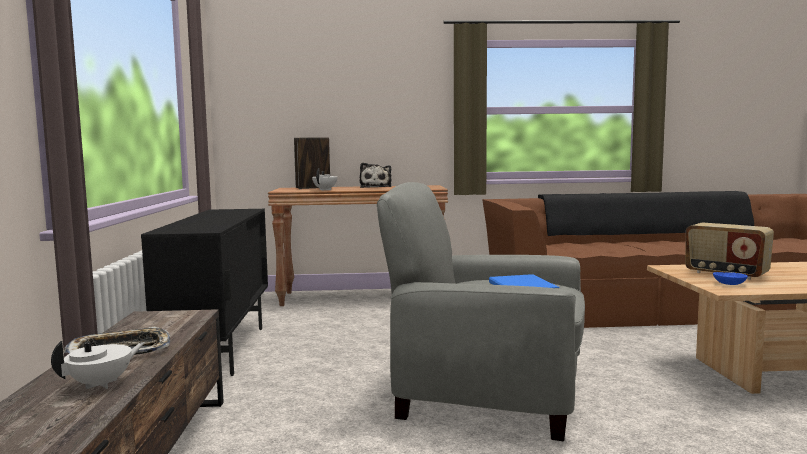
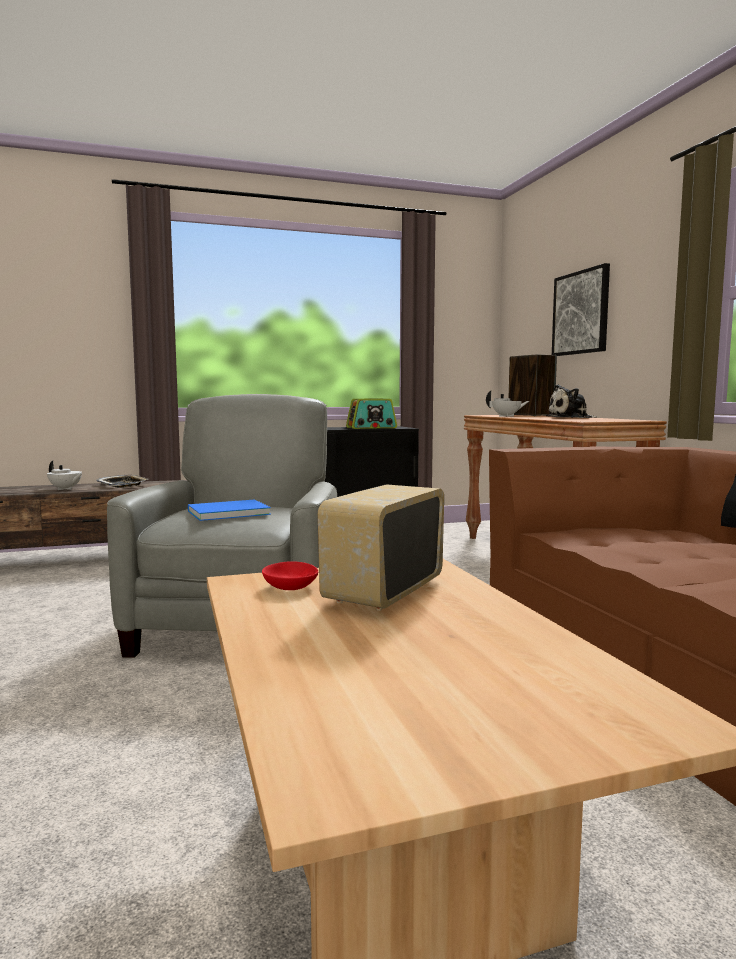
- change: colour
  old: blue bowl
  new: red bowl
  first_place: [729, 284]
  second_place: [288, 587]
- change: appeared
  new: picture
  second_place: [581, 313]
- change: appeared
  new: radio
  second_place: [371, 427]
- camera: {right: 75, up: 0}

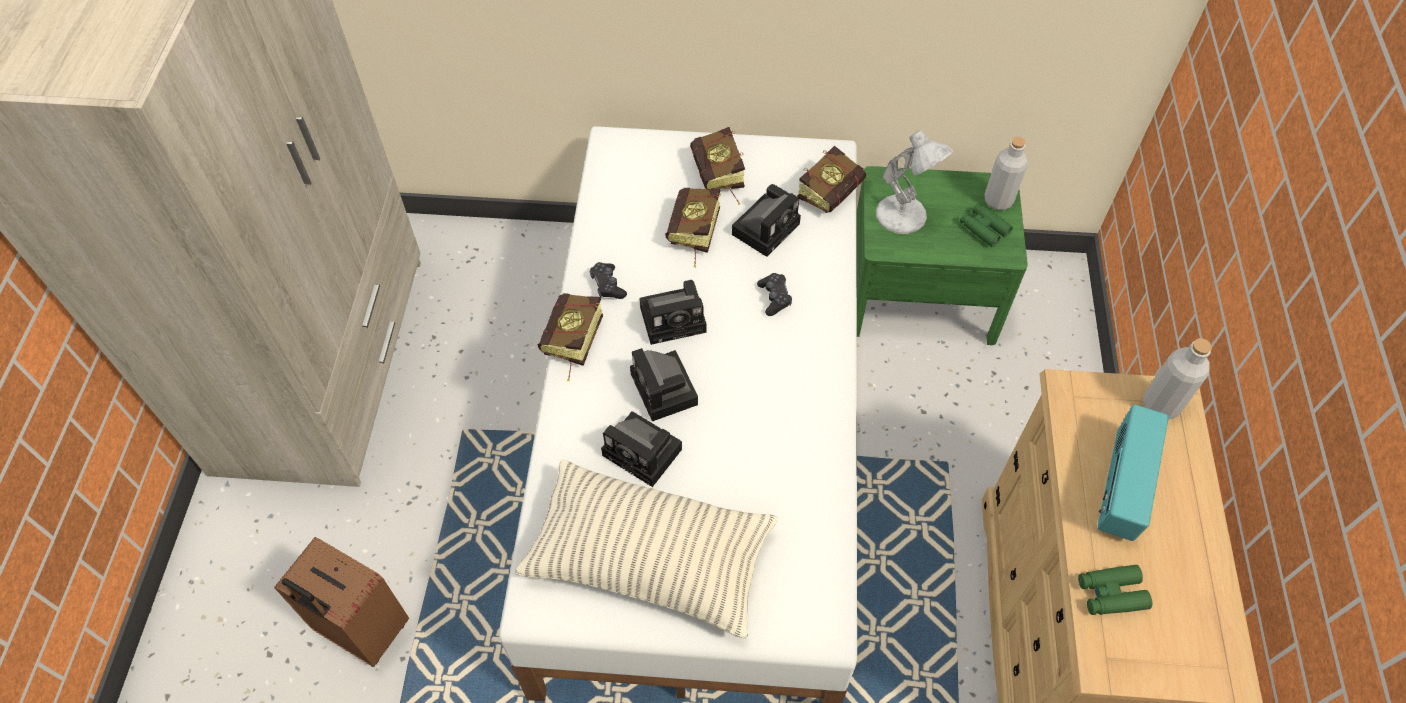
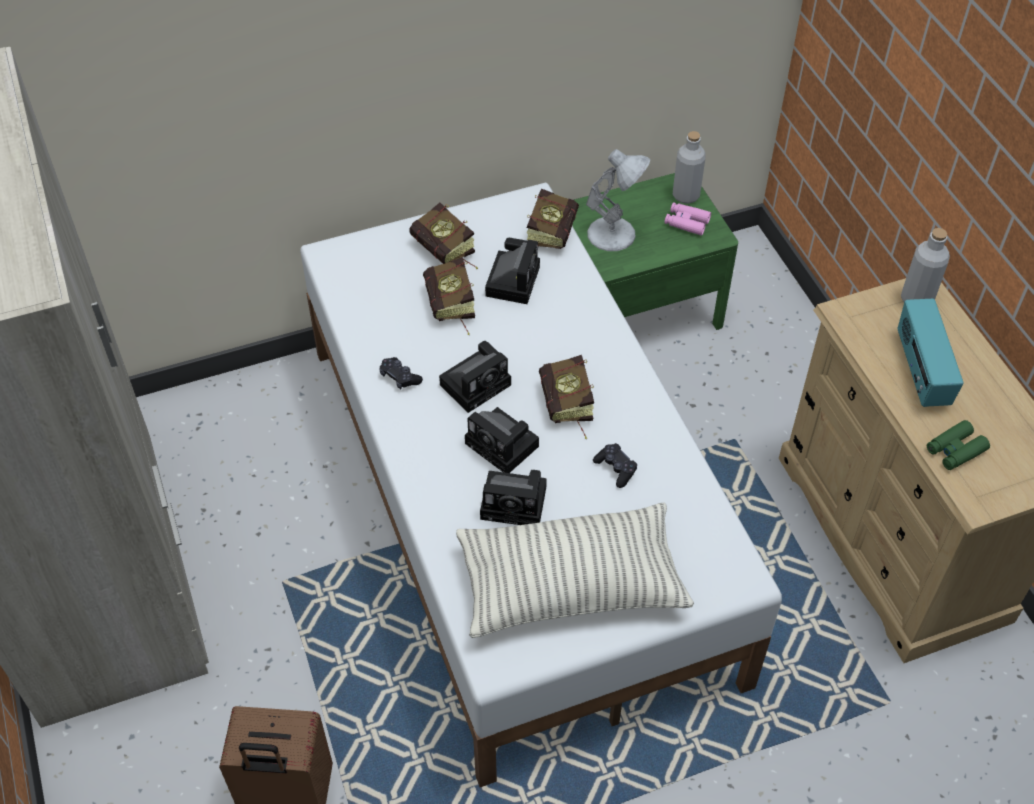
- change: colour
  old: green binoculars
  new: pink binoculars
  first_place: [984, 228]
  second_place: [686, 222]
- change: relocated
  old: black game controller
  first_place: [774, 298]
  second_place: [616, 468]
- change: relocated
  old: book
  first_place: [570, 345]
  second_place: [567, 409]
- camera: {right: -25, up: -5}

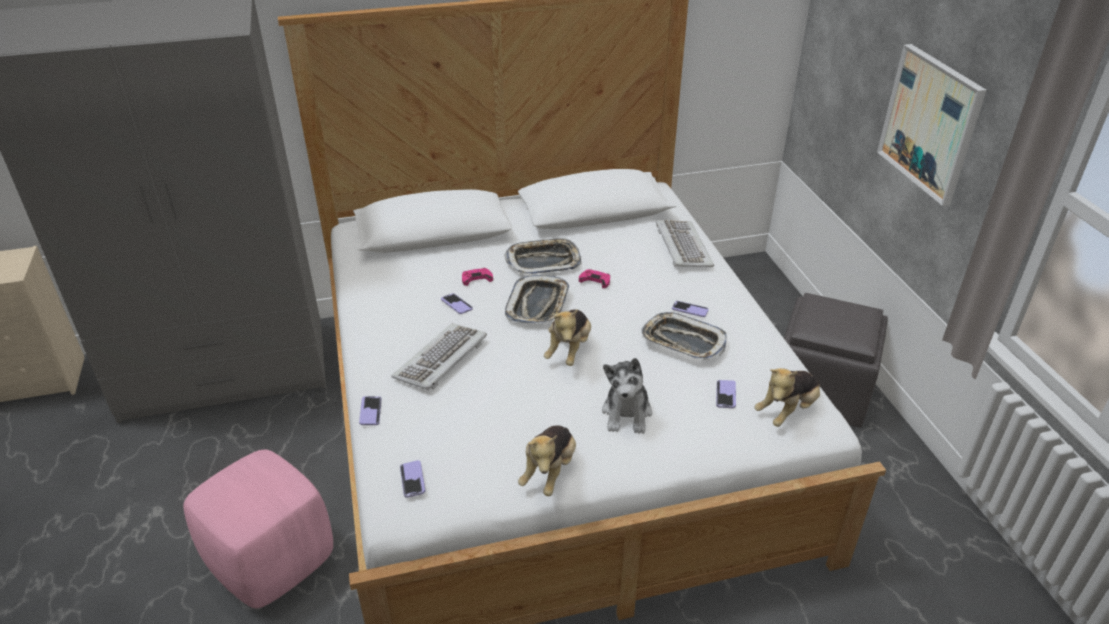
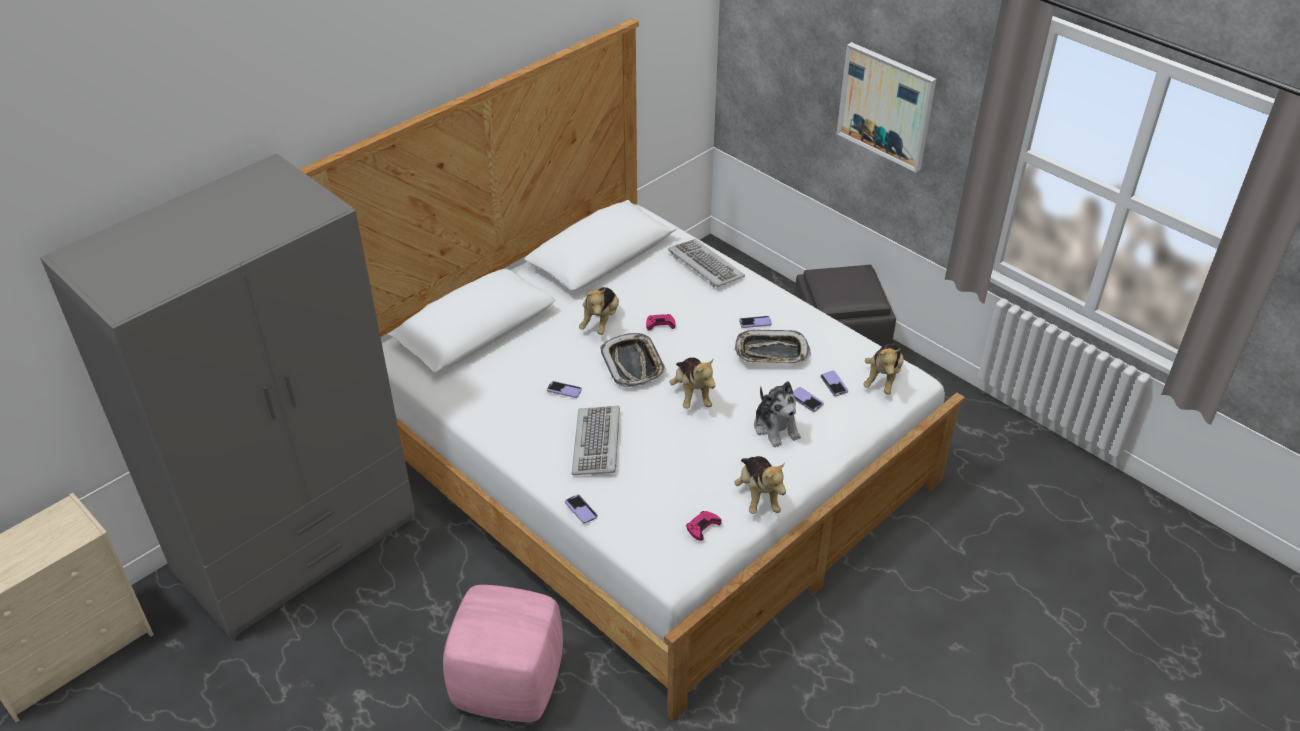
- change: exchanged
  old: tray
  new: plush toy
  first_place: [543, 261]
  second_place: [600, 321]
- change: relocated
  old: pink game controller
  first_place: [476, 278]
  second_place: [702, 527]
- change: relocated
  old: phone
  first_place: [412, 480]
  second_place: [806, 400]
- camera: {right: -30, up: 5}

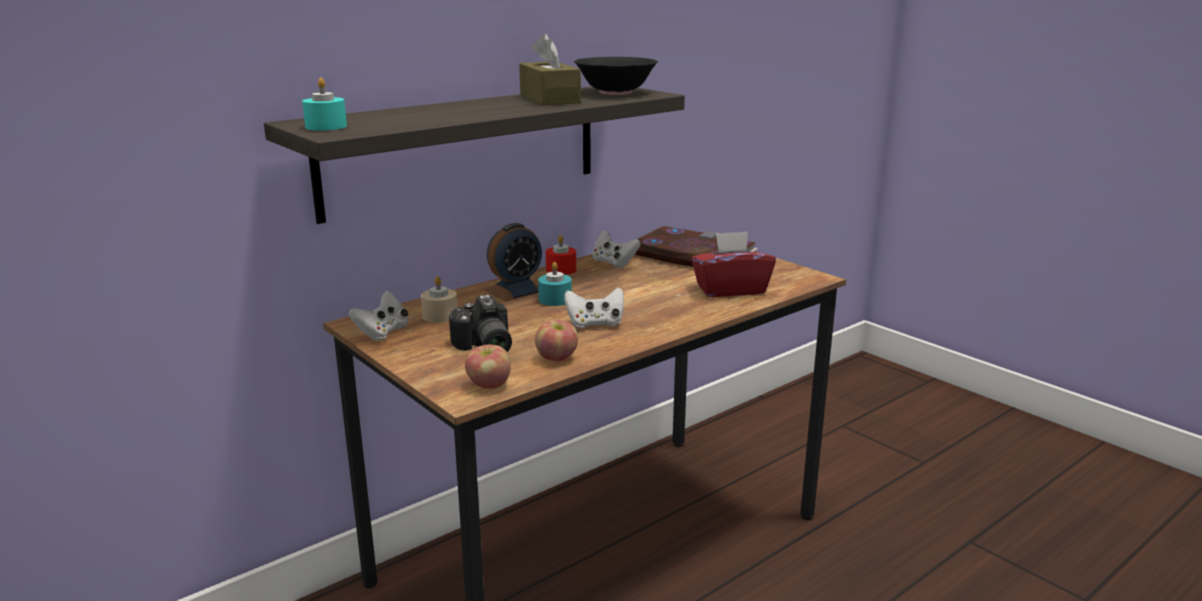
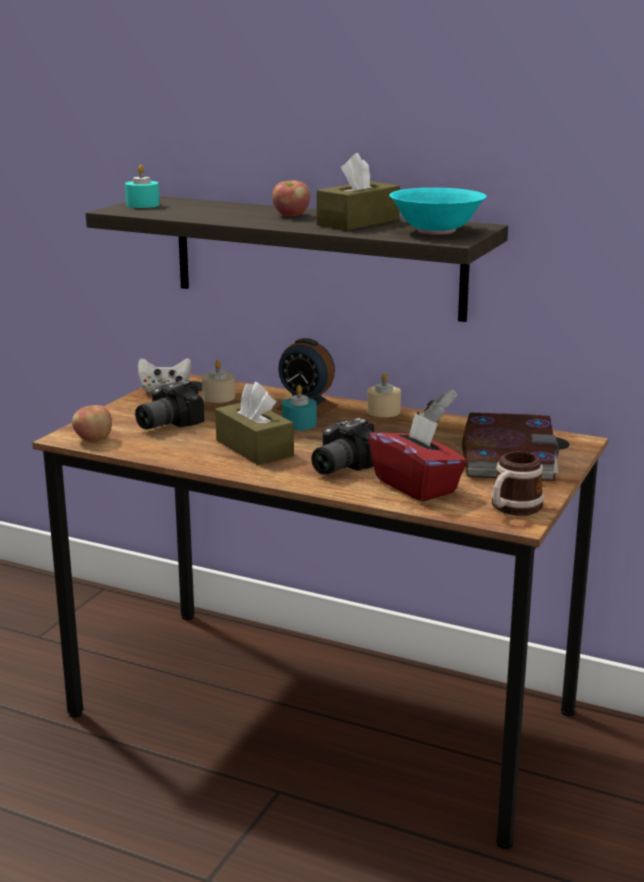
- change: colour
  old: black bowl
  new: turquoise bowl
  first_place: [615, 92]
  second_place: [435, 231]
- change: colour
  old: red candle
  new: beige candle
  first_place: [561, 270]
  second_place: [383, 411]
- change: exchanged
  old: white game controller
  new: brown tissue box
  first_place: [595, 324]
  second_place: [254, 448]
- change: relocated
  old: apple
  first_place: [557, 358]
  second_place: [291, 215]
- change: appeared
  new: photo camera
  second_place: [338, 466]
- change: appeared
  new: mug
  second_place: [512, 508]
- camera: {right: 65, up: 0}

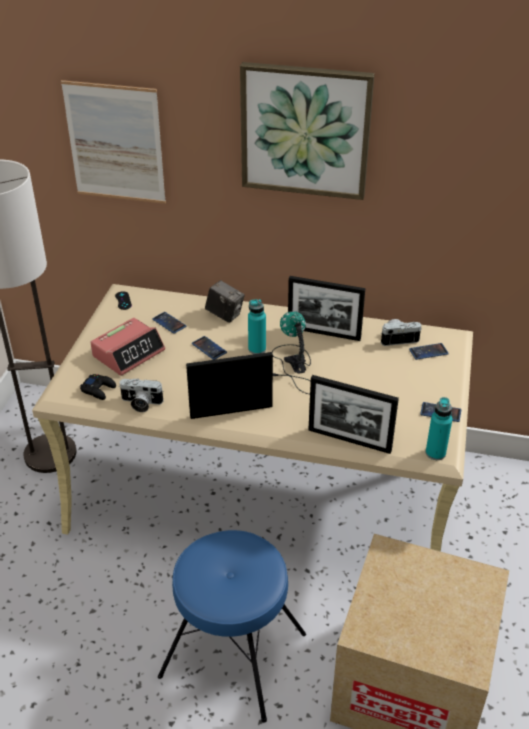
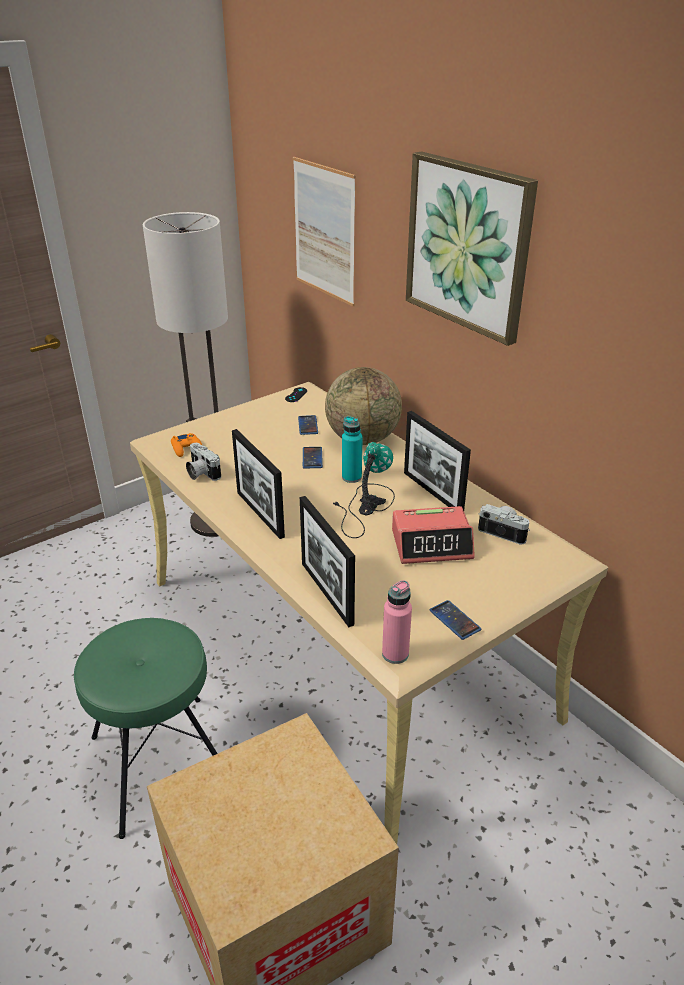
- change: exchanged
  old: photo camera
  new: globe
  first_place: [225, 315]
  second_place: [362, 439]
- change: relocated
  old: alarm clock
  first_place: [129, 353]
  second_place: [432, 544]
- change: missing
  old: phone
  first_place: [428, 352]
- change: spun
  old: picture frame
  first_place: [231, 411]
  second_place: [260, 514]
  degrees: -150
- change: colour
  old: black game controller
  new: orange game controller
  first_place: [98, 389]
  second_place: [187, 448]
- change: colour
  old: turquoise bottle
  new: pink bottle
  first_place: [435, 453]
  second_place: [395, 654]
- change: colour
  old: blue stool
  new: green stool
  first_place: [233, 656]
  second_place: [161, 763]
- camera: {right: 40, up: -5}

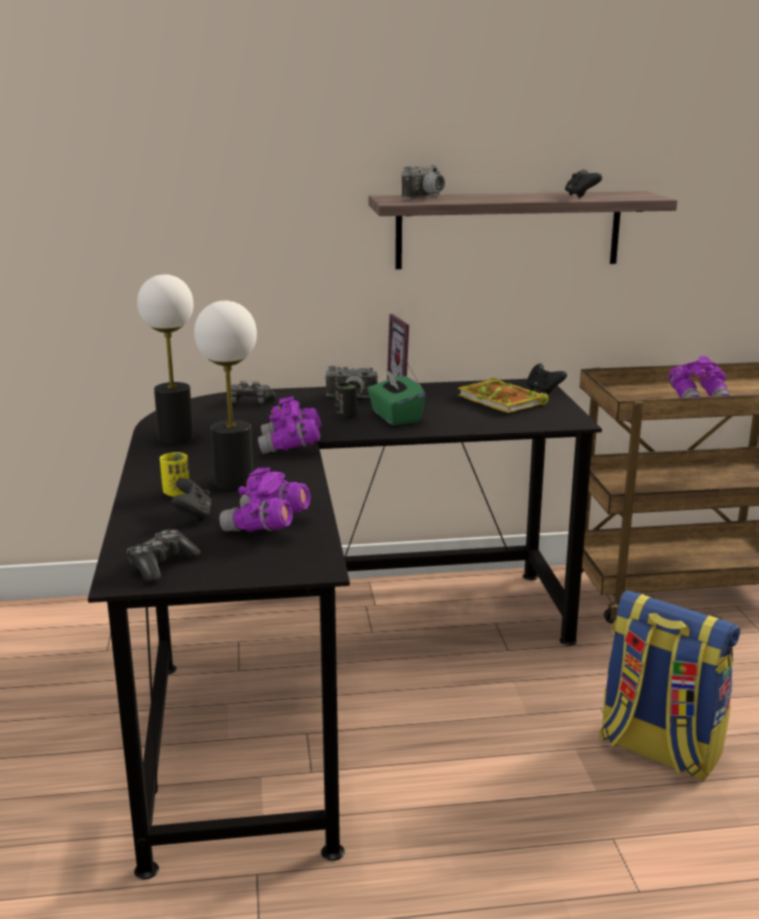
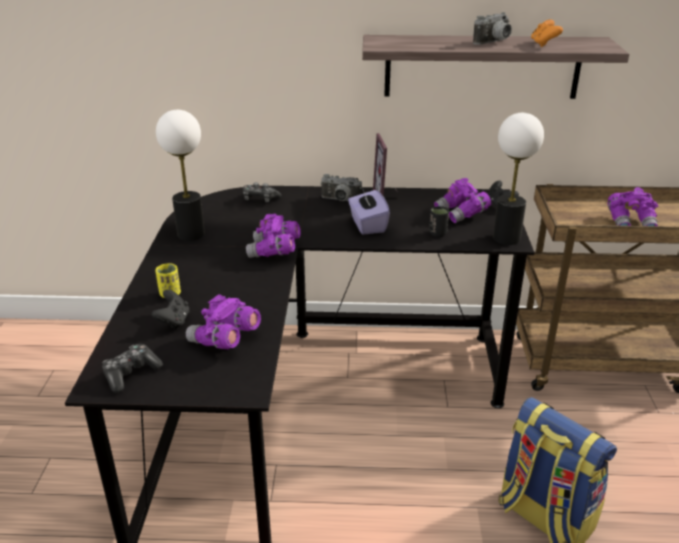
- change: relocated
  old: photo camera
  first_place: [426, 198]
  second_place: [494, 42]
- change: colour
  old: black game controller
  new: orange game controller
  first_place: [580, 196]
  second_place: [544, 44]
- change: relocated
  old: table lamp
  first_place: [233, 482]
  second_place: [506, 238]
- change: colour
  old: green tissue box
  new: purple tissue box
  first_place: [395, 417]
  second_place: [367, 225]
- change: exchanged
  old: book
  new: purple binoculars
  first_place: [503, 401]
  second_place: [461, 213]
- change: relocated
  old: black cup
  first_place: [346, 416]
  second_place: [438, 233]
- camera: {right: 10, up: 10}

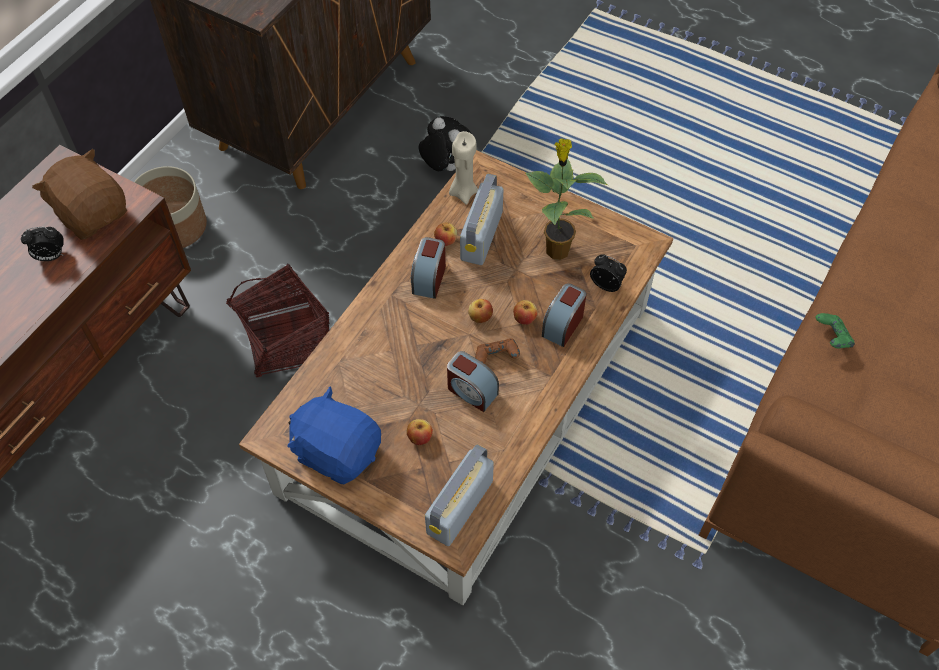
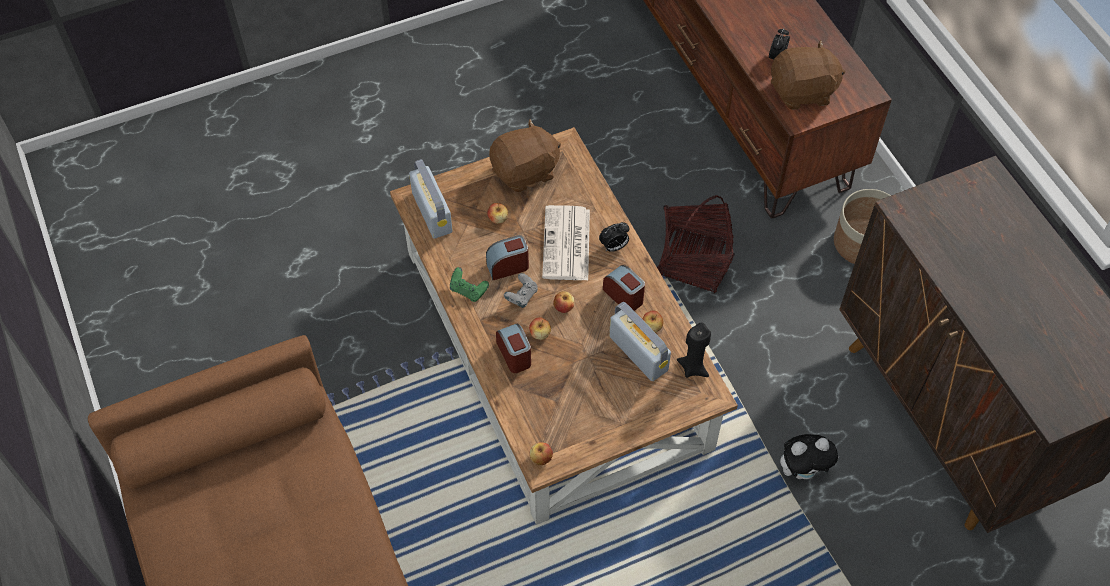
- change: colour
  old: beige candle
  new: black candle
  first_place: [463, 192]
  second_place: [693, 367]
- change: missing
  old: potted plant
  first_place: [556, 249]
- change: relocated
  old: alarm clock
  first_place: [606, 285]
  second_place: [614, 247]
- change: relocated
  old: green game controller
  first_place: [831, 338]
  second_place: [468, 290]
- change: colour
  old: brown game controller
  new: grey game controller
  first_place: [496, 358]
  second_place: [521, 296]
- change: colour
  old: blue plush toy
  new: brown plush toy
  first_place: [337, 451]
  second_place: [525, 172]
- change: appeared
  new: newspaper
  second_place: [567, 245]
- change: appeared
  new: apple
  second_place: [541, 458]
- camera: {right: 125, up: 0}

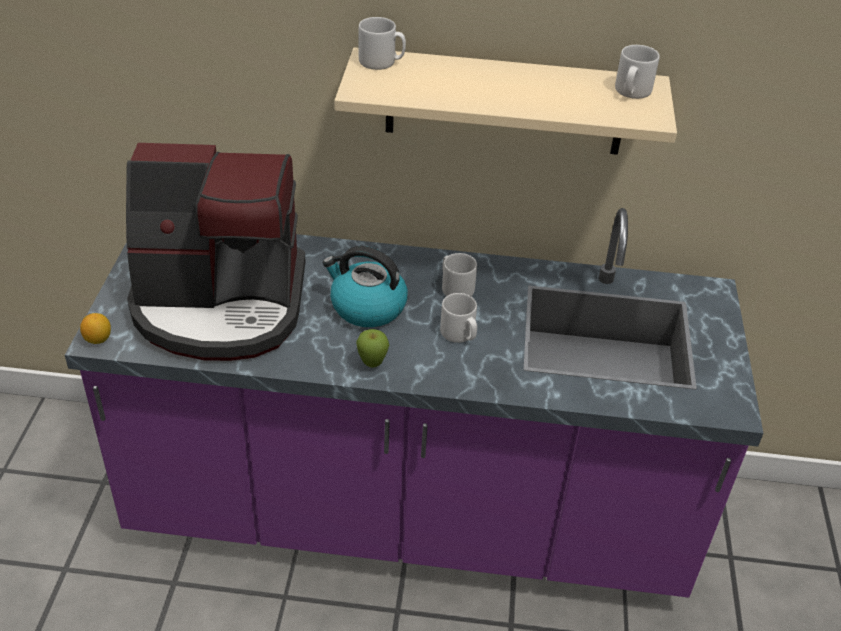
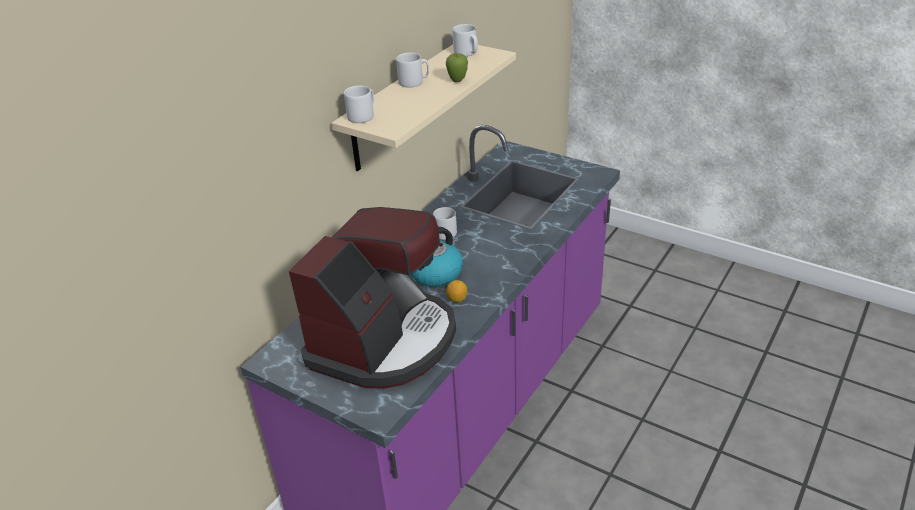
- change: relocated
  old: grey mug
  first_place: [460, 334]
  second_place: [414, 82]
- change: relocated
  old: lemon
  first_place: [98, 339]
  second_place: [457, 299]
- change: relocated
  old: apple
  first_place: [372, 364]
  second_place: [457, 81]
- camera: {right: -60, up: -5}

